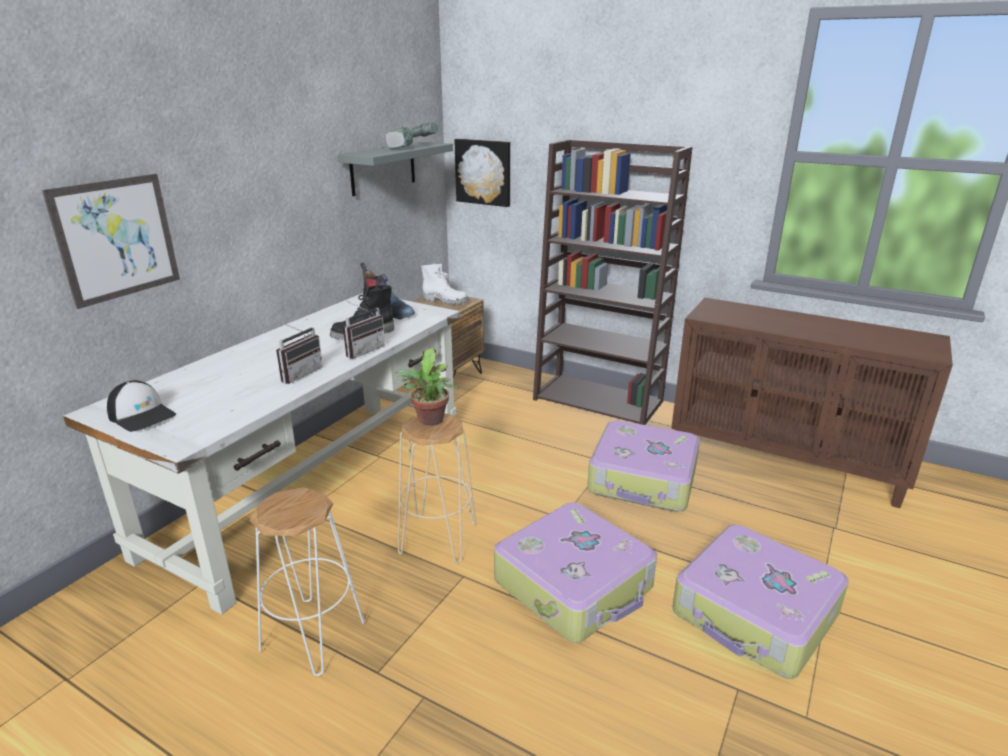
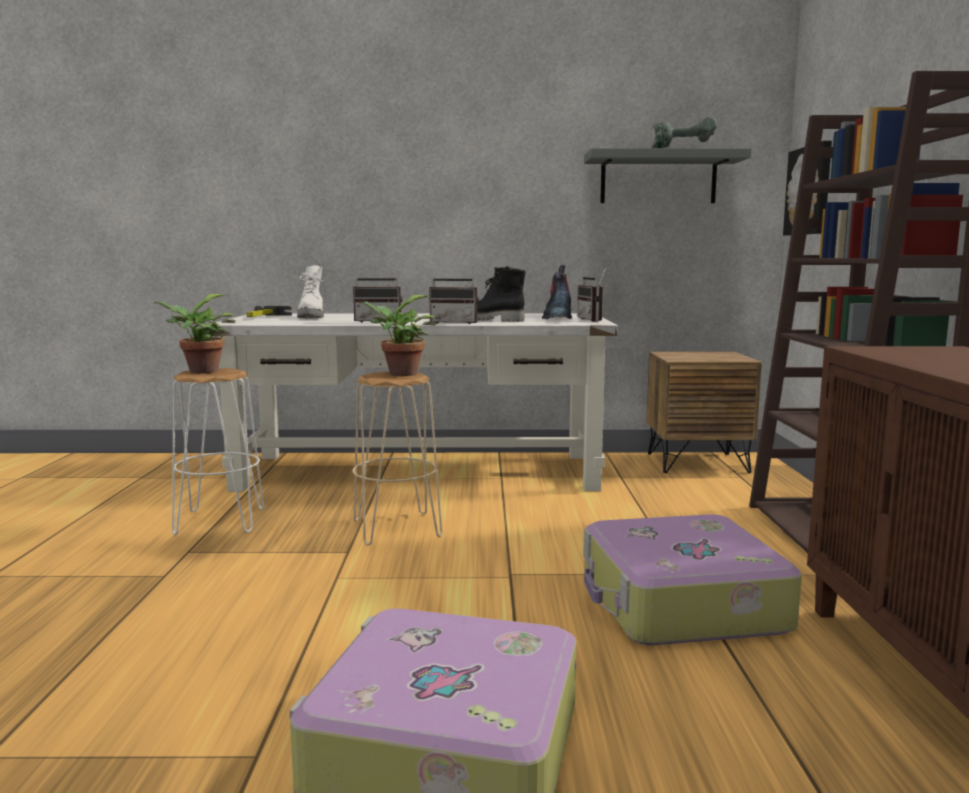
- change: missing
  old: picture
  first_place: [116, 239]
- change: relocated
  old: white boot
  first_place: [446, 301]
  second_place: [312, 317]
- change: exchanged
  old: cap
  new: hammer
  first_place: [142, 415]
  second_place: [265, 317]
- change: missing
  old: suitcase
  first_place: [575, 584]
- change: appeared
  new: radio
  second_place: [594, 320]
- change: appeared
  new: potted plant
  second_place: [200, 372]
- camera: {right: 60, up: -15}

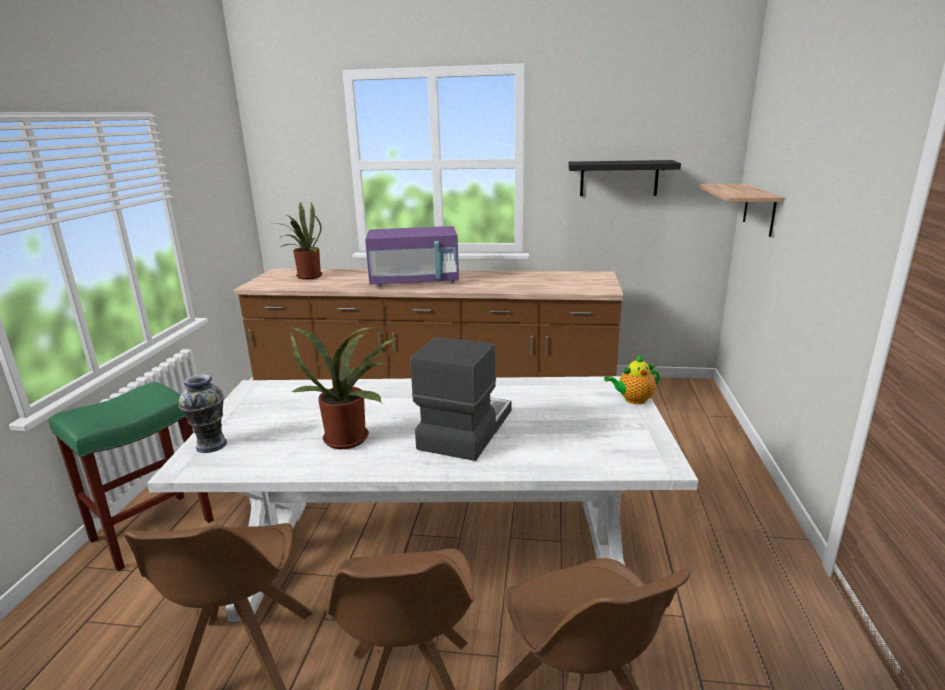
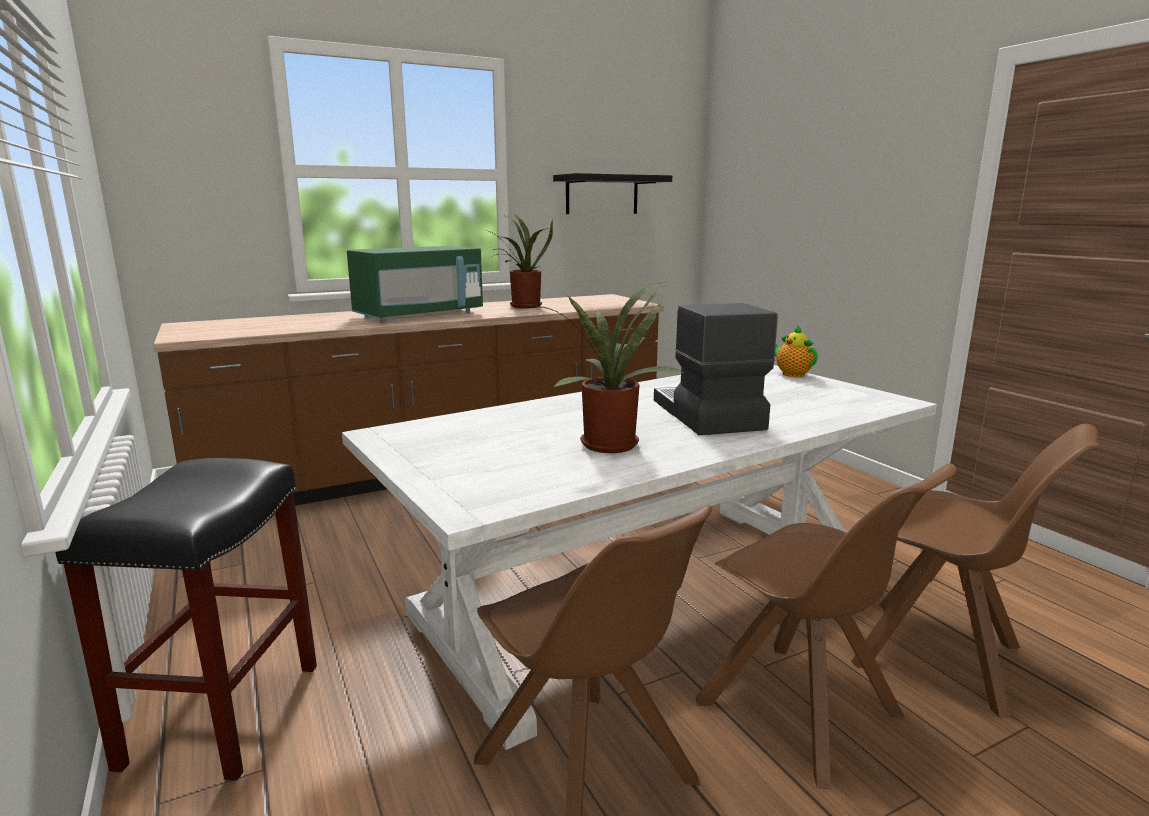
- change: missing
  old: shelf
  first_place: [759, 209]
- change: relocated
  old: potted plant
  first_place: [306, 277]
  second_place: [522, 306]
- change: colour
  old: purple microwave
  new: green microwave
  first_place: [415, 281]
  second_place: [419, 315]
- change: spun
  old: teapot
  first_place: [633, 400]
  second_place: [791, 374]
  degrees: 105
- change: missing
  old: vase
  first_place: [212, 445]
- change: colour
  old: green stool
  new: black stool
  first_place: [154, 529]
  second_place: [224, 712]
- camera: {right: -35, up: -5}

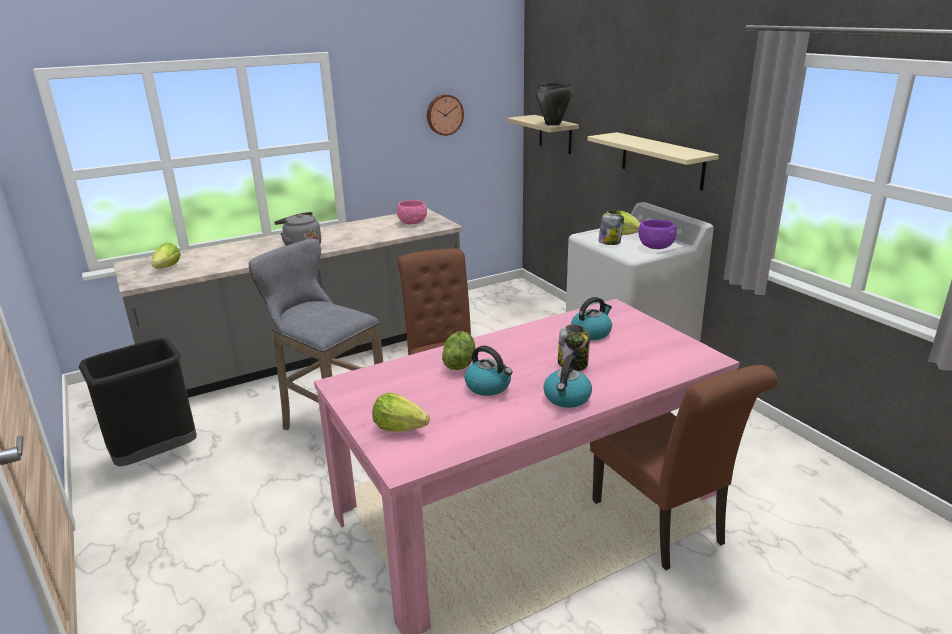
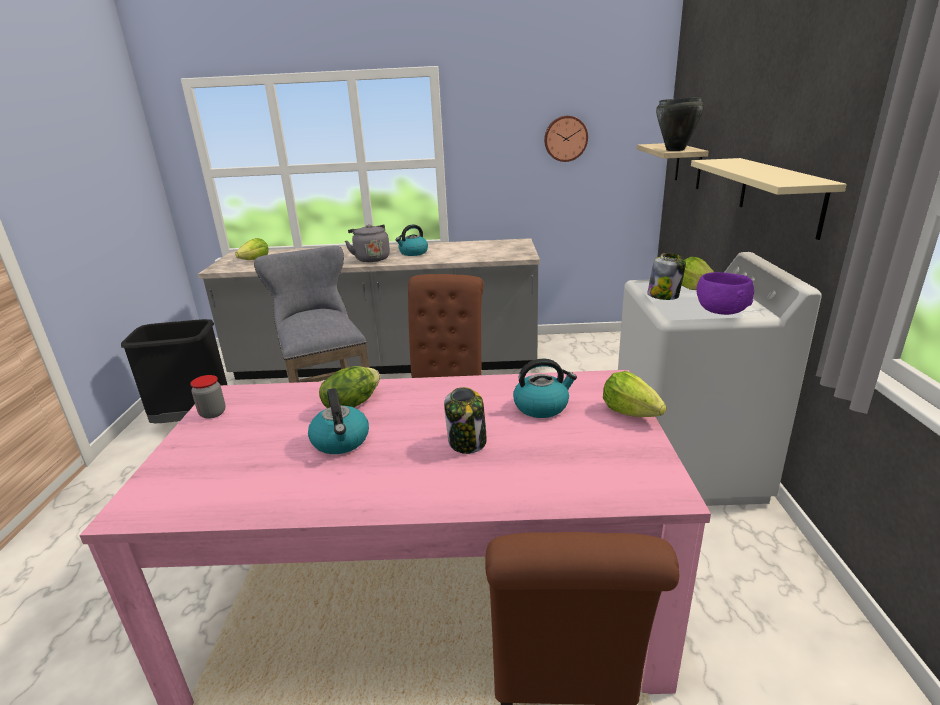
- change: missing
  old: pink bowl
  first_place: [412, 222]
- change: relocated
  old: kettle
  first_place: [567, 398]
  second_place: [413, 253]
- change: relocated
  old: lettuce
  first_place: [399, 428]
  second_place: [630, 412]
- change: appeared
  new: jar
  second_place: [213, 413]
- camera: {right: 30, up: 0}

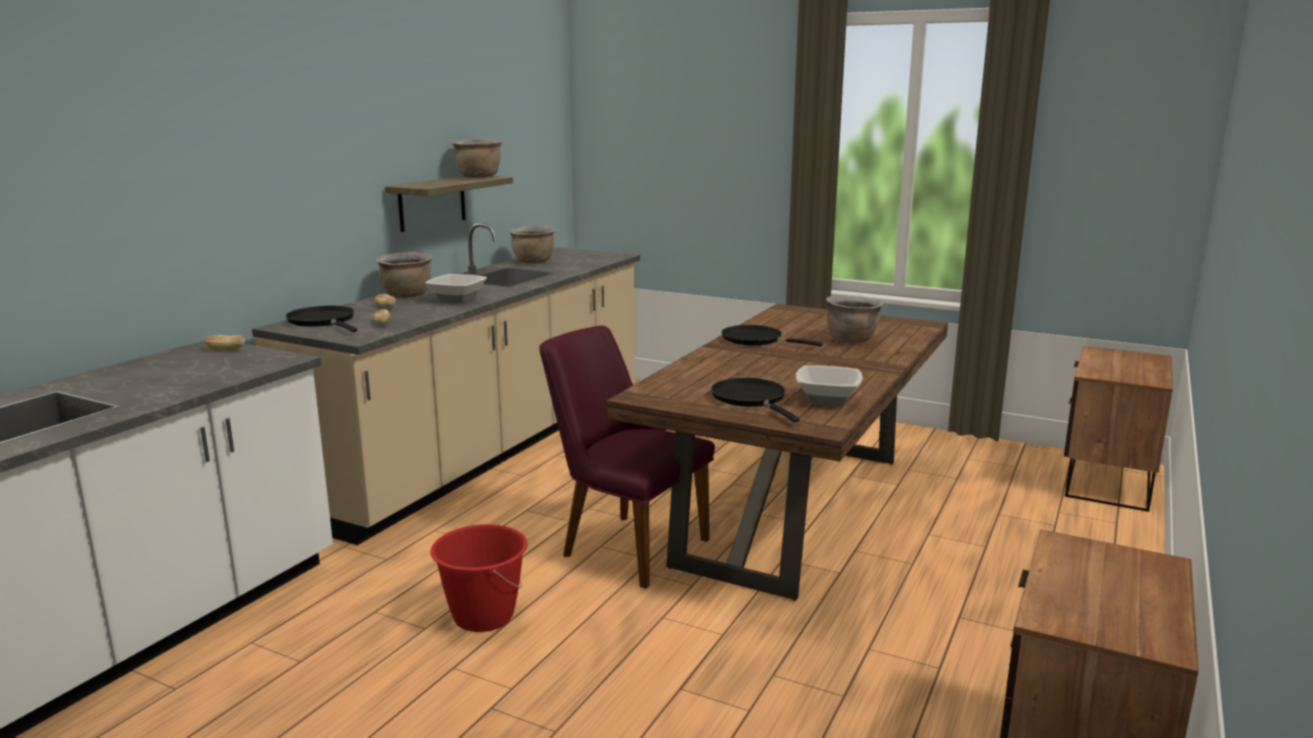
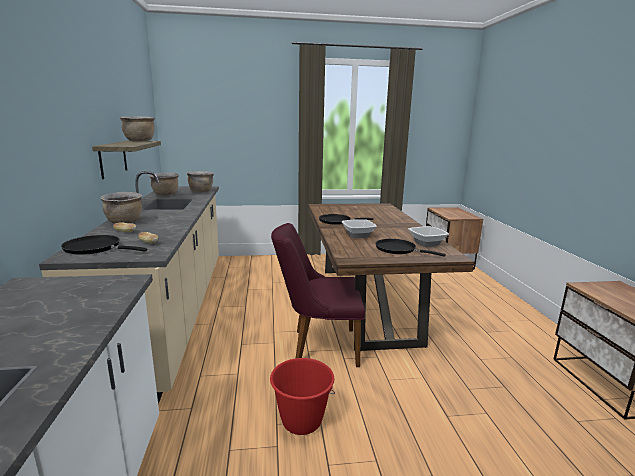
- change: relocated
  old: bowl
  first_place: [458, 300]
  second_place: [358, 235]
- change: relocated
  old: brown cooking pot
  first_place: [851, 340]
  second_place: [201, 191]
- change: missing
  old: bread
  first_place: [226, 350]
- camera: {right: -35, up: 0}

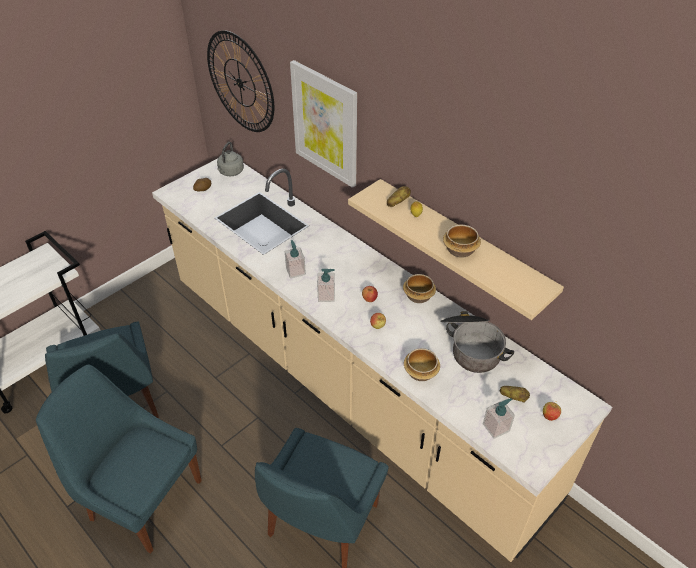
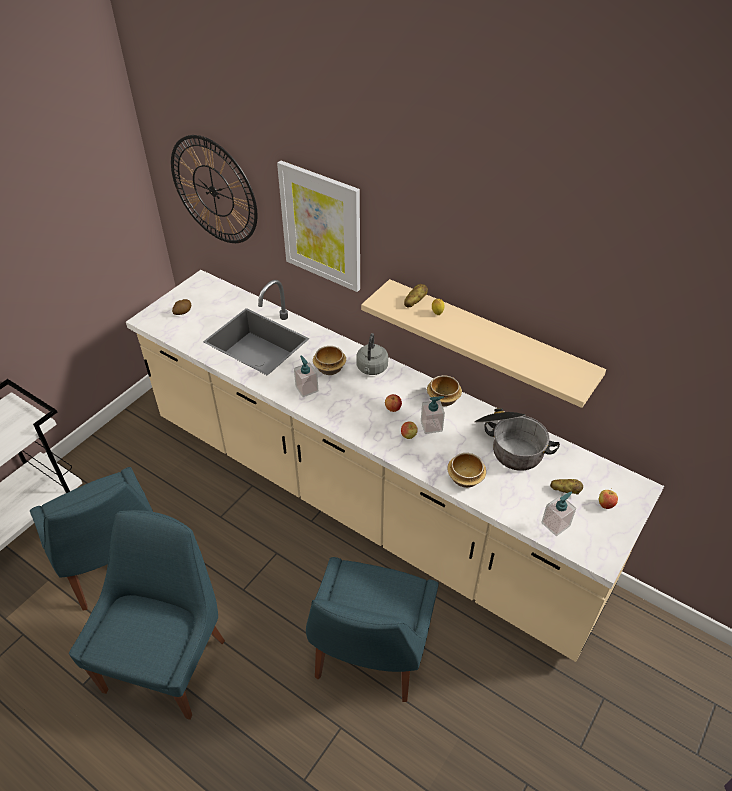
- change: relocated
  old: grey kettle
  first_place: [230, 172]
  second_place: [371, 369]
- change: relocated
  old: bowl
  first_place: [459, 251]
  second_place: [329, 369]
- change: relocated
  old: soap dispenser
  first_place: [326, 296]
  second_place: [431, 426]
- change: spun
  old: blue chair
  first_place: [143, 498]
  second_place: [168, 661]
  degrees: 90
- camera: {right: -10, up: 0}

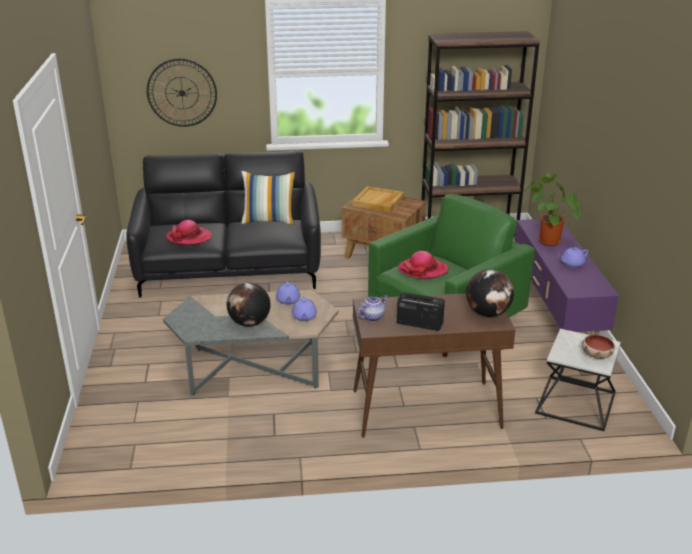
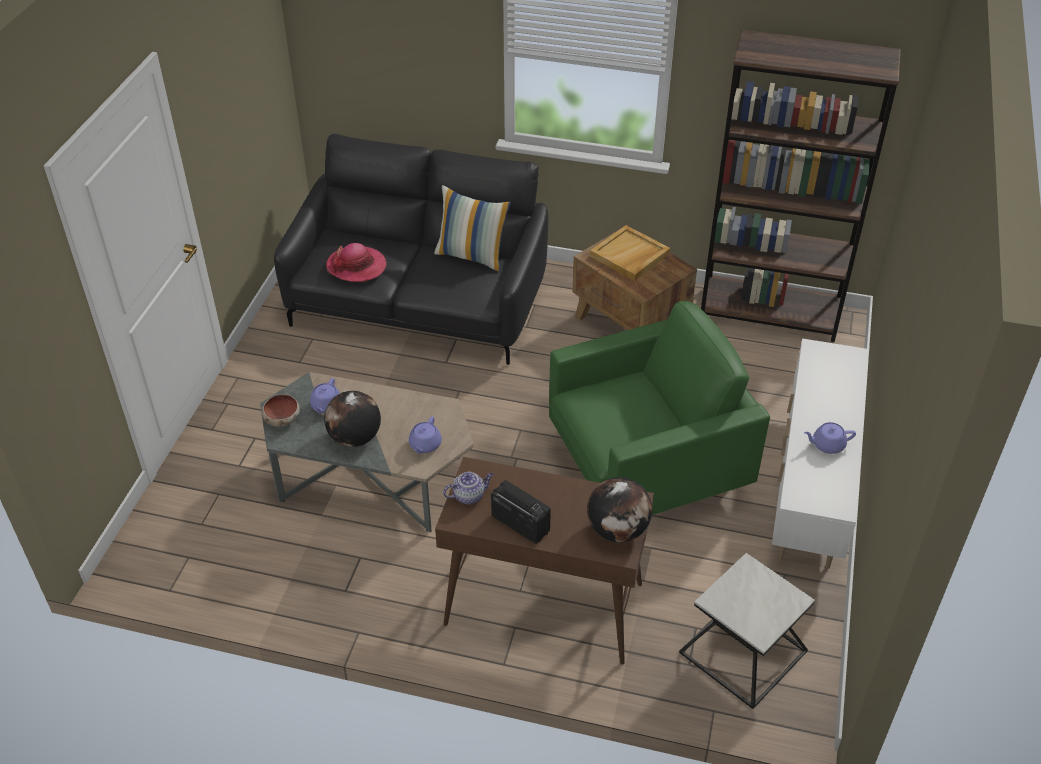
- change: missing
  old: wall clock
  first_place: [182, 93]
- change: missing
  old: potted plant
  first_place: [546, 240]
- change: colour
  old: purple tv stand
  new: white tv stand
  first_place: [555, 311]
  second_place: [810, 487]
- change: missing
  old: hat
  first_place: [423, 270]
- change: relocated
  old: purple teapot
  first_place: [288, 301]
  second_place: [326, 406]
- change: relocated
  old: bowl
  first_place: [596, 355]
  second_place: [282, 419]
- camera: {right: 20, up: 15}

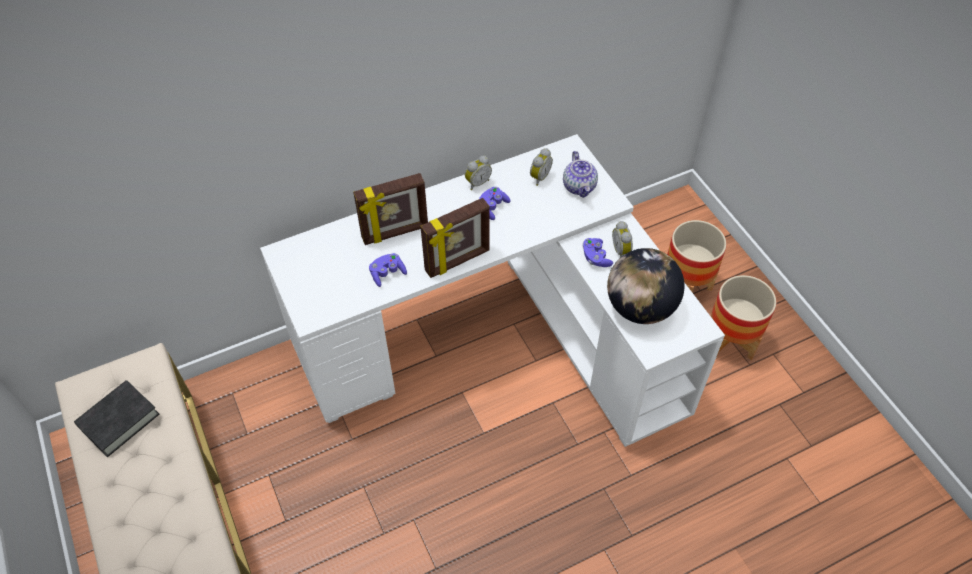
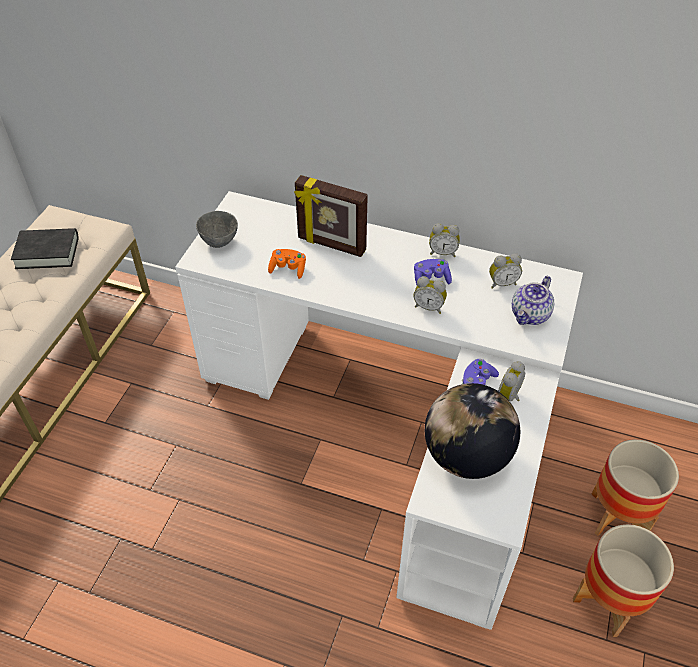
- change: missing
  old: picture frame
  first_place: [458, 261]
- change: colour
  old: purple game controller
  new: orange game controller
  first_place: [387, 274]
  second_place: [288, 269]
- change: appeared
  new: grey bowl
  second_place: [219, 241]
- change: appeared
  new: alarm clock
  second_place: [429, 307]
- camera: {right: 45, up: -5}

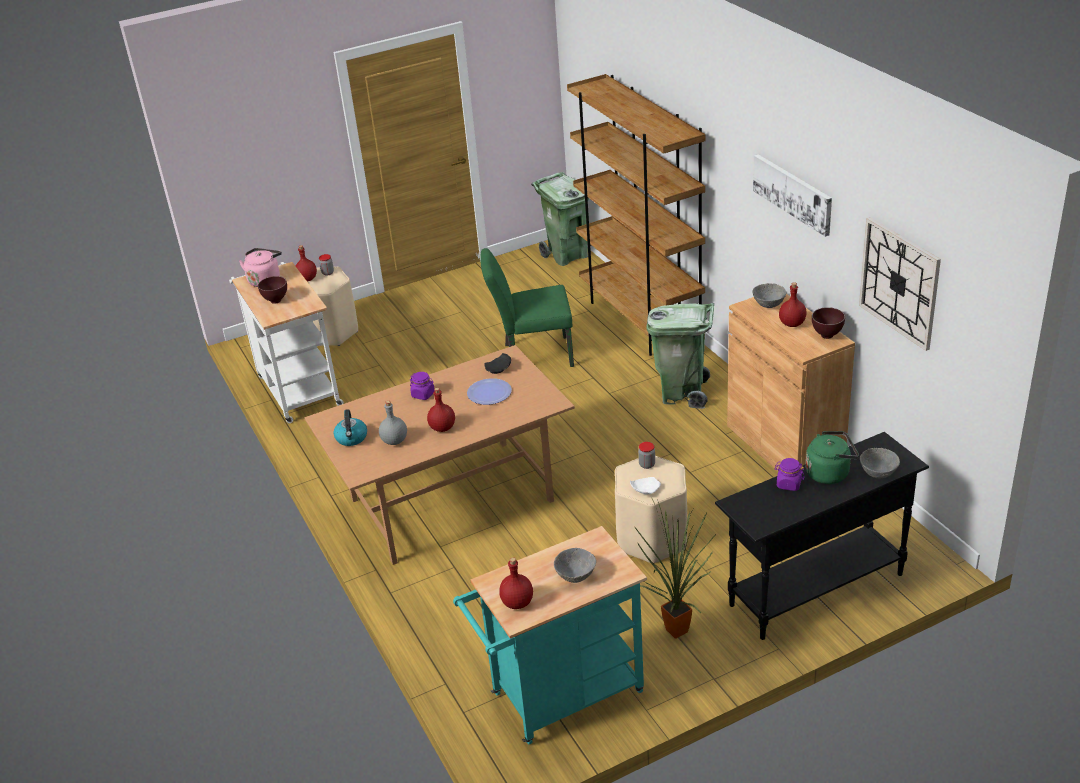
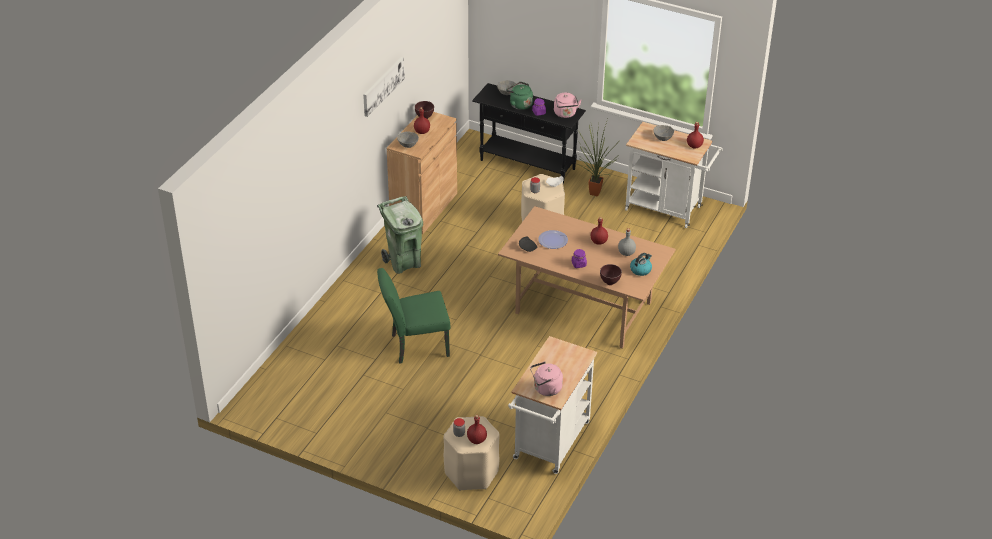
- change: missing
  old: brown bookcase
  first_place: [640, 321]
- change: missing
  old: green trash can
  first_place: [567, 255]
- change: missing
  old: wall clock
  first_place: [899, 282]
- change: spun
  old: green chair
  first_place: [532, 356]
  second_place: [415, 346]
  degrees: 120
- change: relocated
  old: brown bowl
  first_place: [276, 301]
  second_place: [610, 282]
- change: colour
  old: turquoise cart
  new: white cart
  first_place: [559, 698]
  second_place: [668, 209]
- change: appeared
  new: pink kettle
  second_place: [565, 114]
- camera: {right: -130, up: 5}

